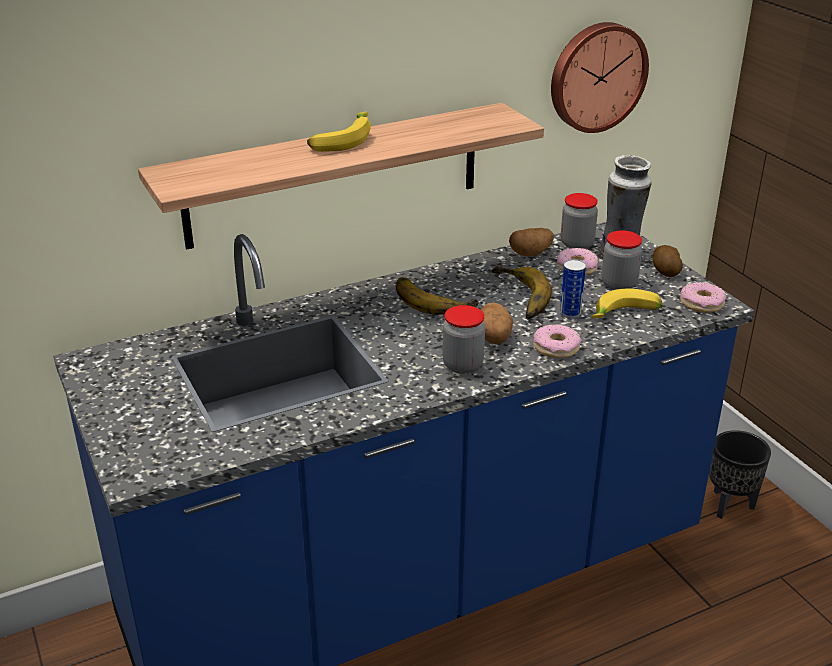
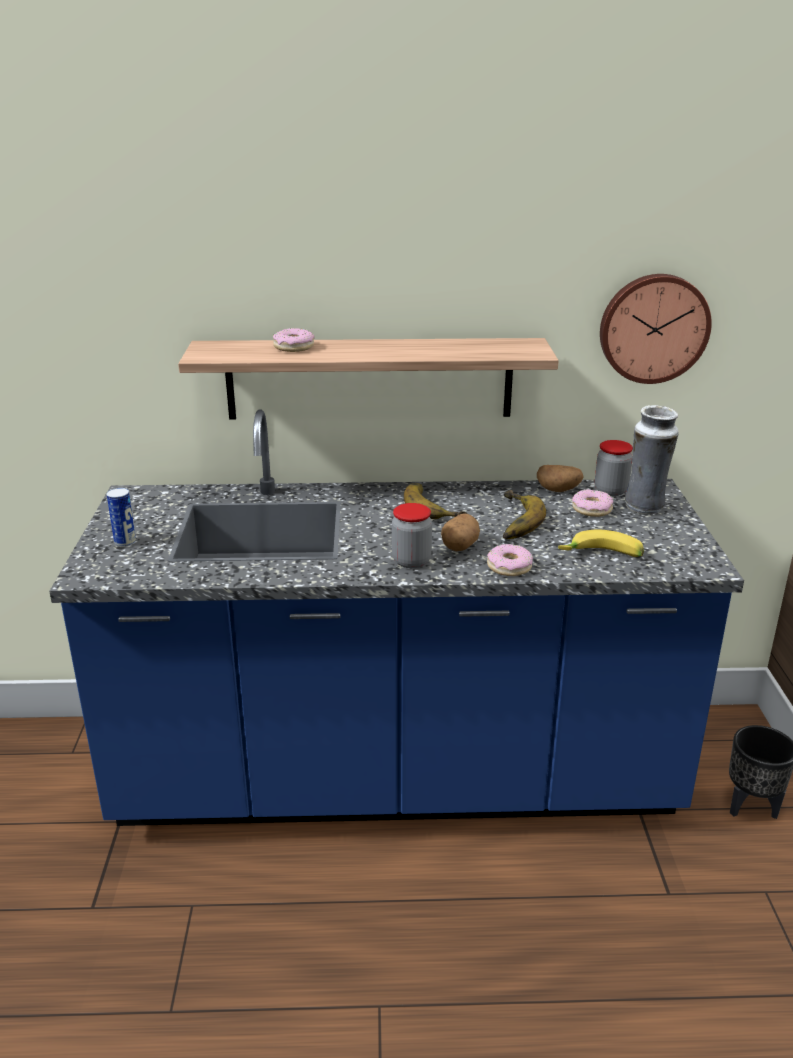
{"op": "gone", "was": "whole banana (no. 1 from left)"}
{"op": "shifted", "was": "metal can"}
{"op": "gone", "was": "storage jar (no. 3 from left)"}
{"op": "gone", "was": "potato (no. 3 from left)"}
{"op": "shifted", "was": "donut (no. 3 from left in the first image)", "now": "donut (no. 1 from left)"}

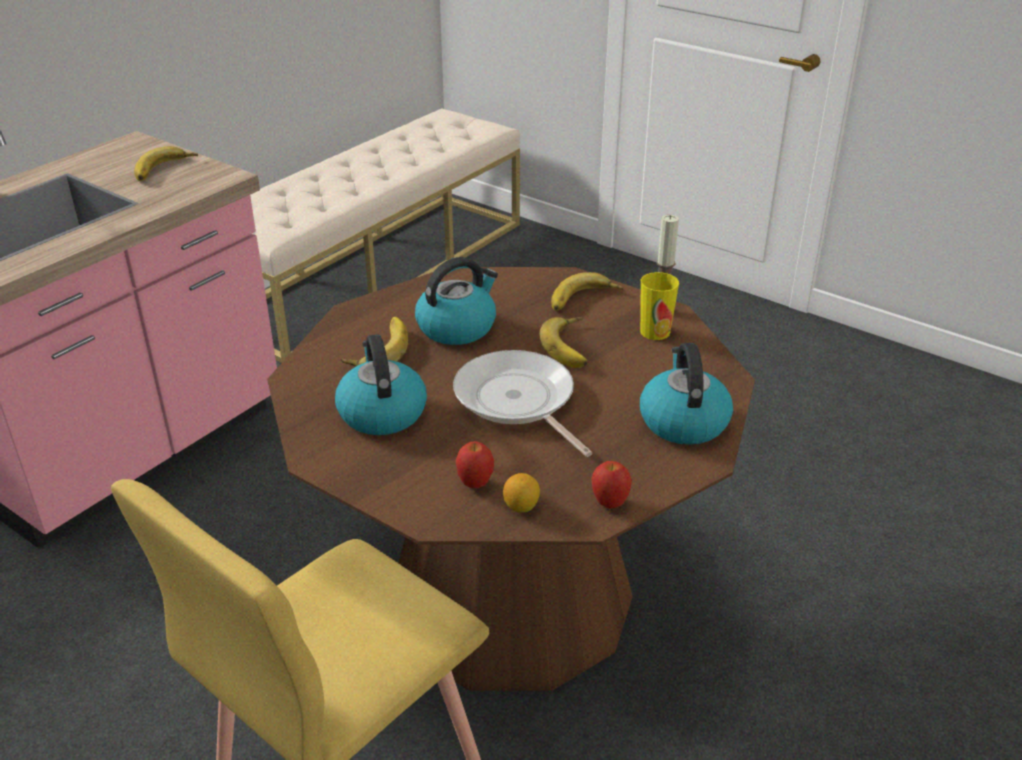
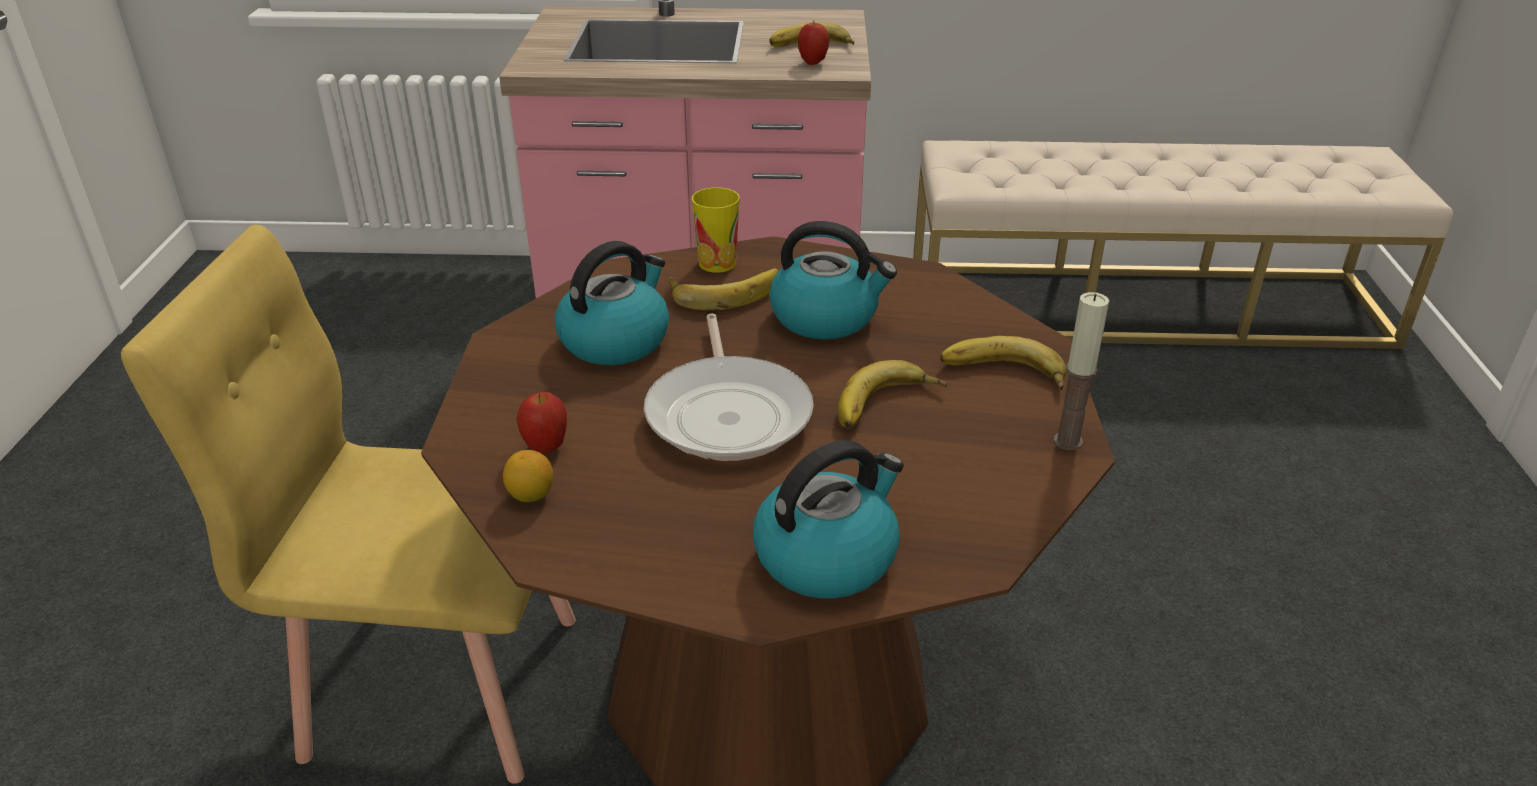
{"op": "rotated", "was": "skillet", "clockwise": 150}
{"op": "shifted", "was": "apple fruit (no. 2 from left)"}
{"op": "shifted", "was": "drinking cup"}

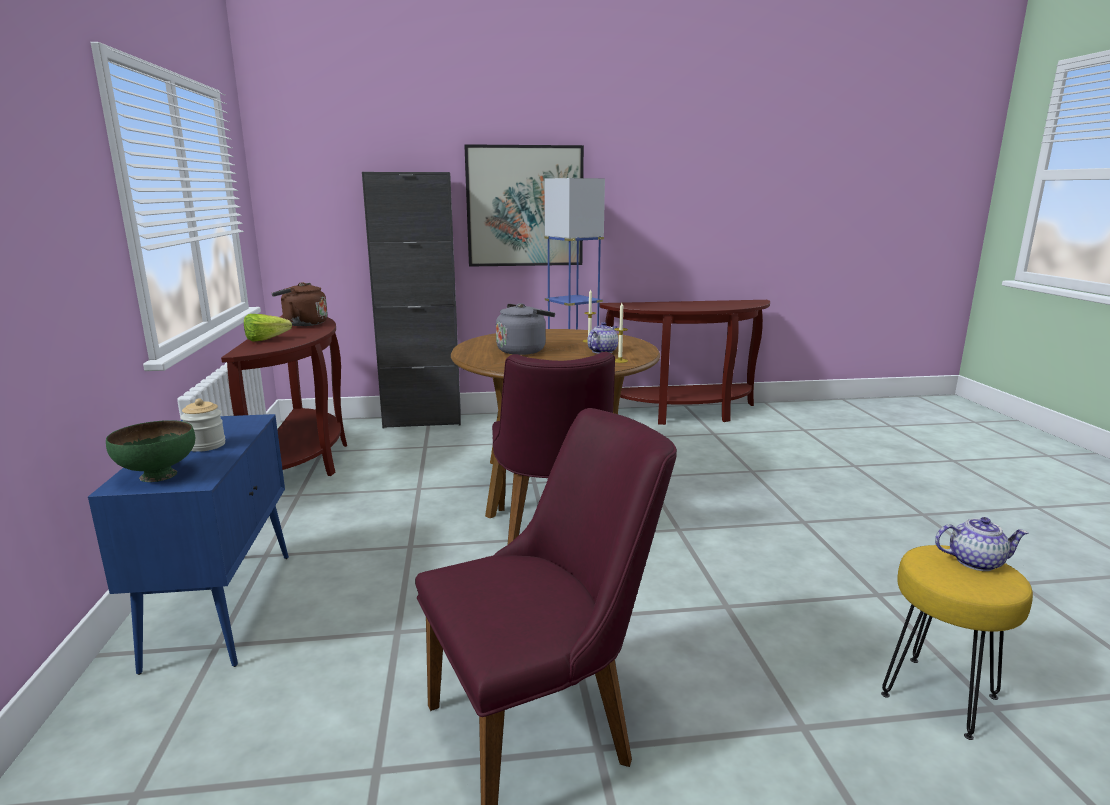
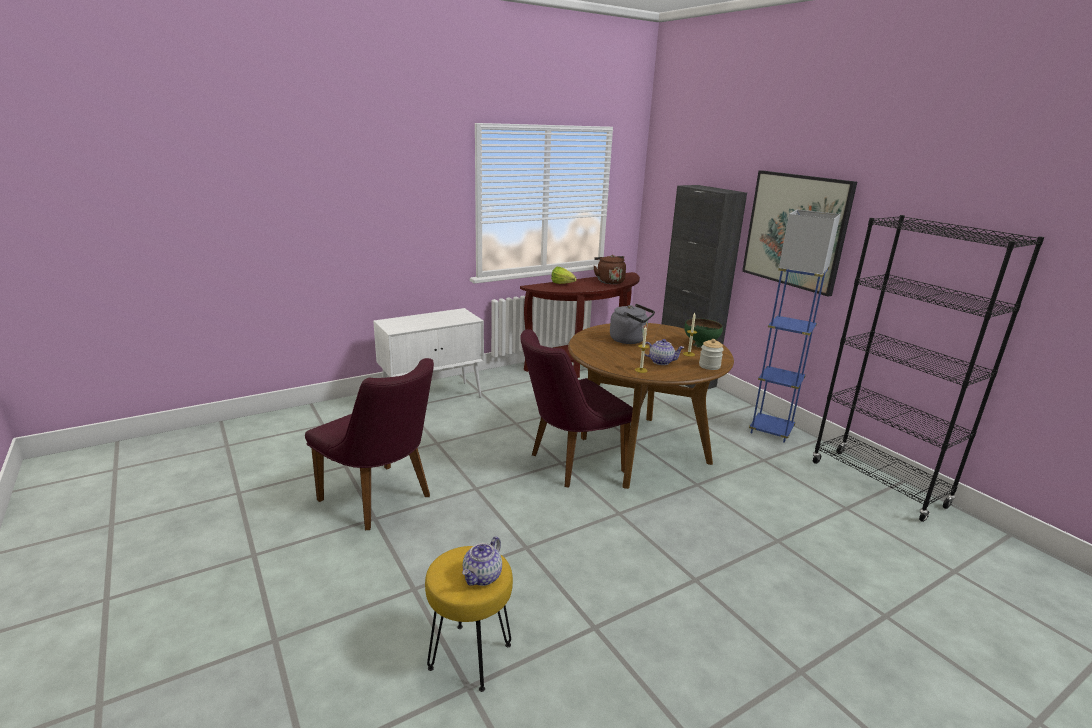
{"op": "repainted", "was": "storage cabinet (blue)", "now": "storage cabinet (white-coloured)"}
{"op": "shifted", "was": "serving bowl (green)"}
{"op": "shifted", "was": "storage jar"}
{"op": "swapped", "was": "hall table (brown-coloured) (no. 2 from left)", "now": "bookshelf (blackish)"}
{"op": "rotated", "was": "teapot (no. 2 from left in the first image)", "clockwise": 45}

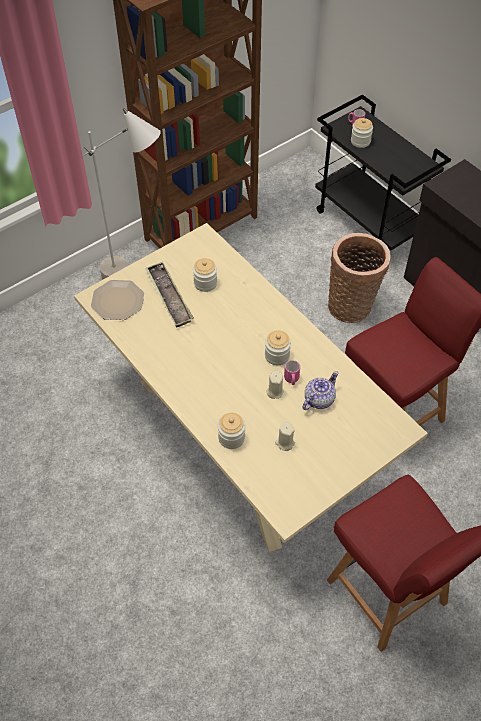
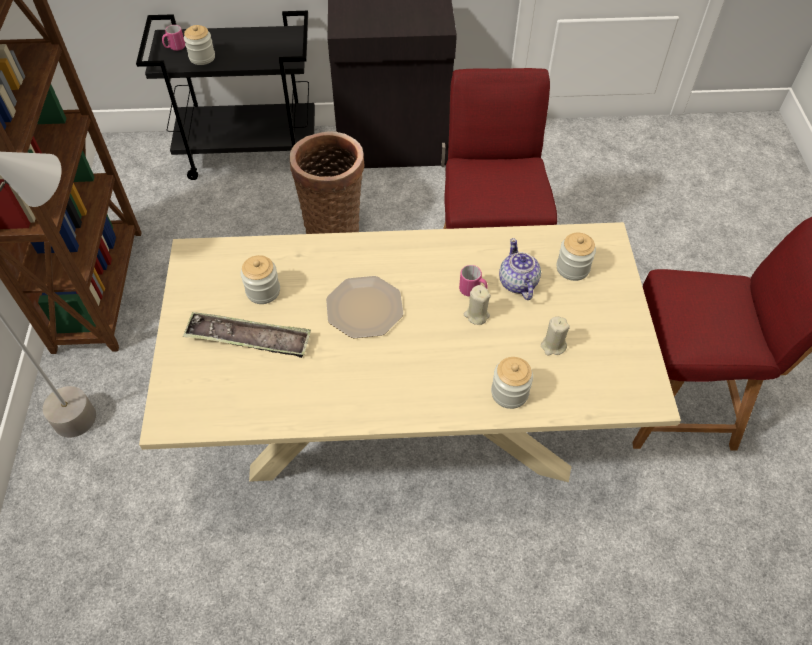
{"op": "shifted", "was": "flat dish"}
{"op": "shifted", "was": "storage jar (no. 3 from left in the first image)", "now": "storage jar (no. 4 from left)"}

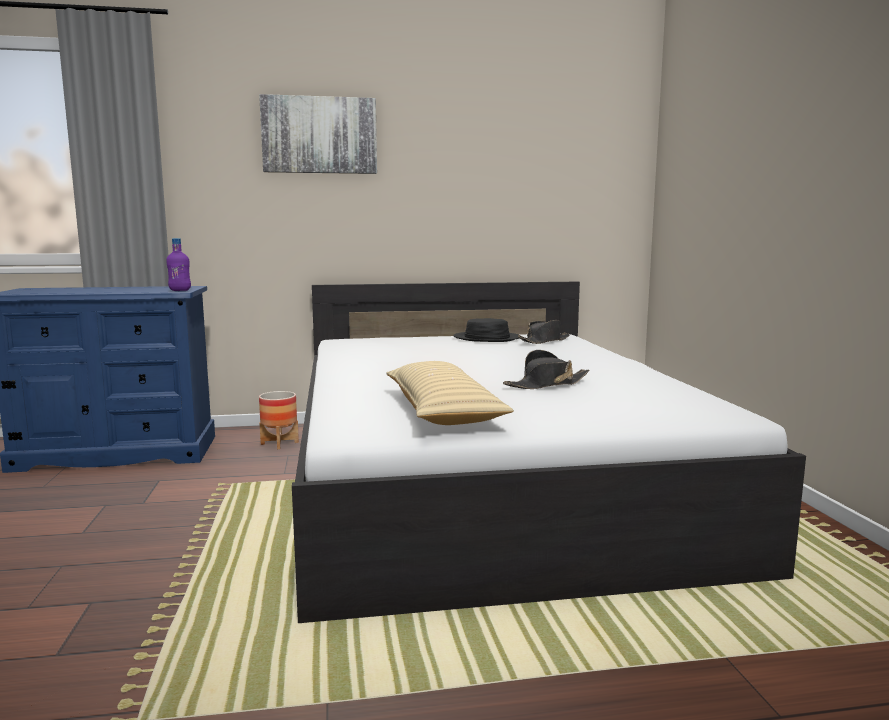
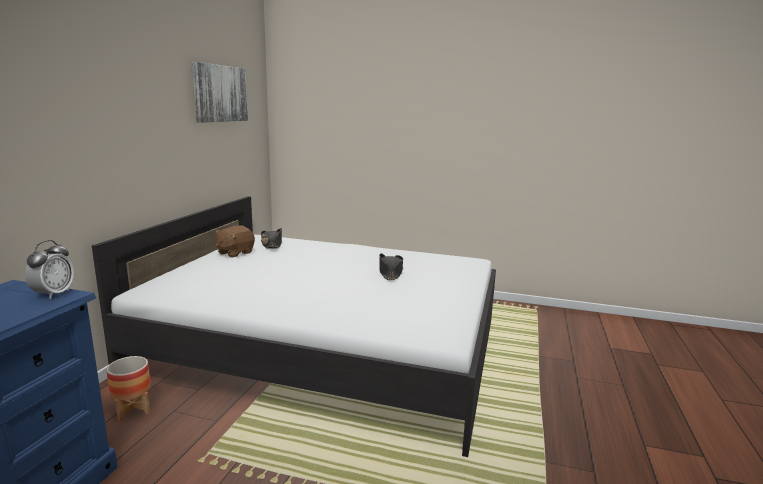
{"op": "swapped", "was": "drink bottle (purplish)", "now": "bedside clock"}
{"op": "shifted", "was": "wall art"}
{"op": "gone", "was": "pillow (beige)"}
{"op": "swapped", "was": "wearable hat (blackish) (no. 1 from left)", "now": "soft toy (brown-coloured)"}

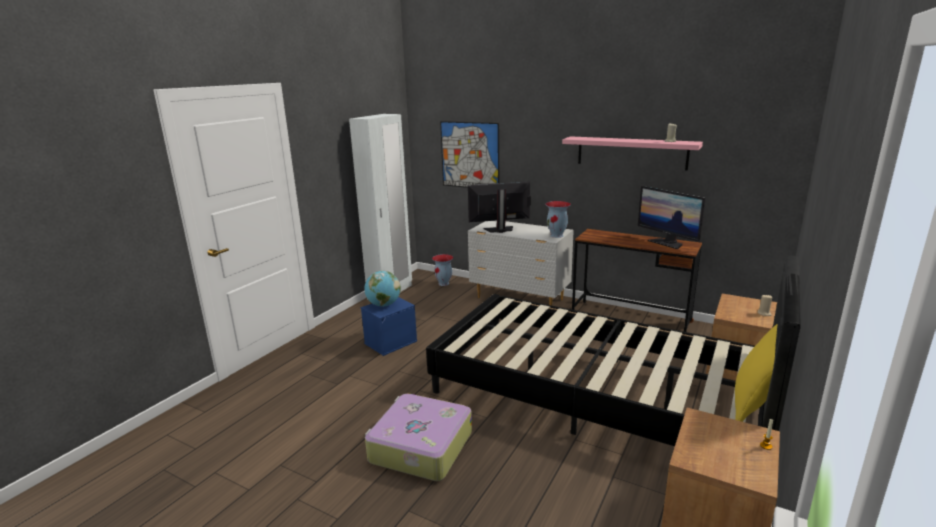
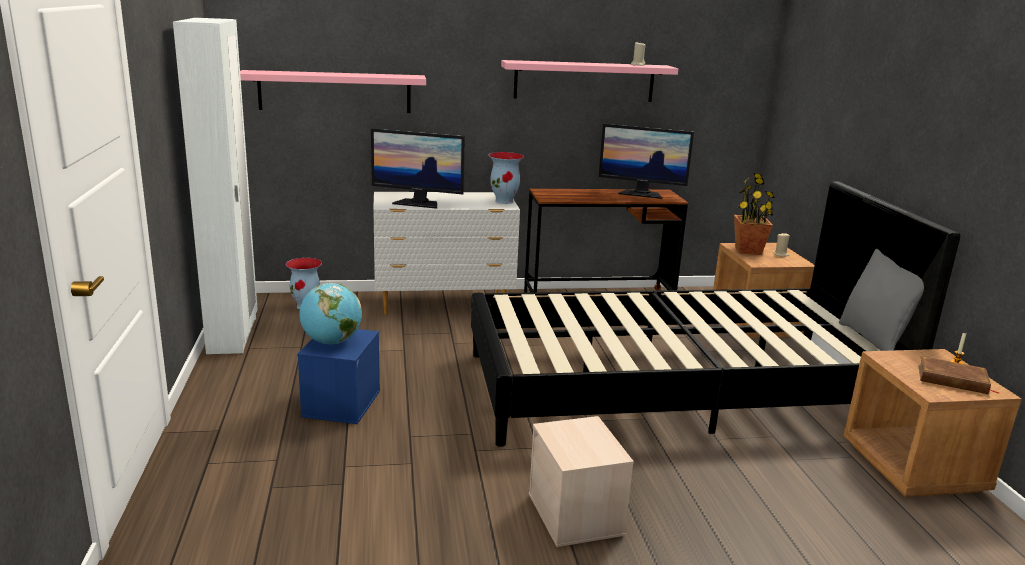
{"op": "swapped", "was": "suitcase", "now": "storage box (beige)"}
{"op": "swapped", "was": "wall art", "now": "wall shelf (pink-coloured) (no. 1 from left)"}
{"op": "rotated", "was": "computer screen (no. 1 from left)", "clockwise": -120}
{"op": "repainted", "was": "pillow (yellow)", "now": "pillow (greyish)"}
{"op": "new", "now": "houseplant"}
{"op": "new", "now": "bound book (brown-coloured)"}

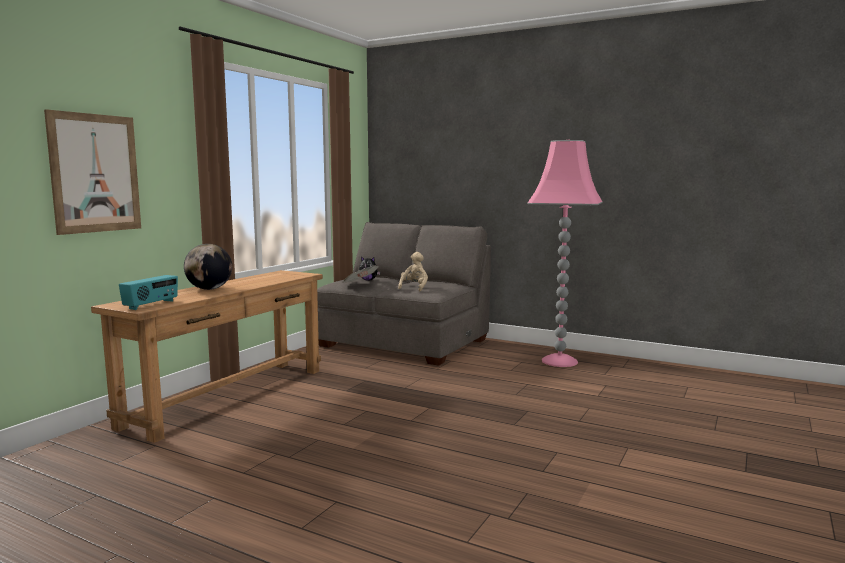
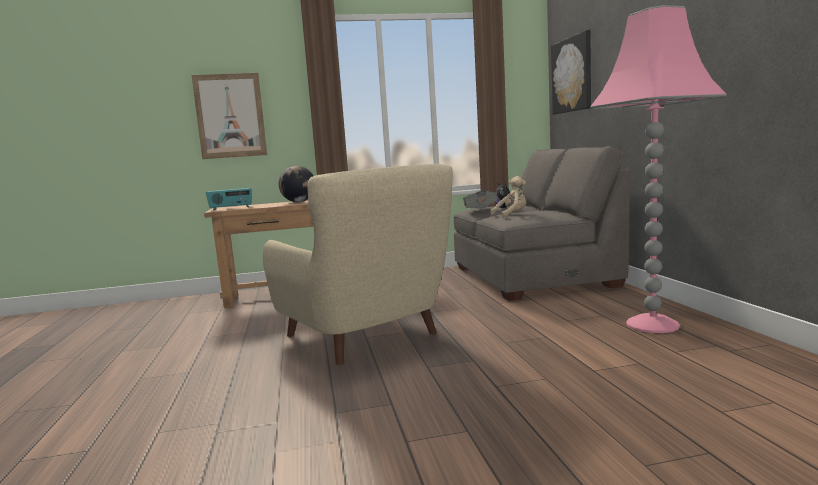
{"op": "new", "now": "armchair (beige)"}
{"op": "new", "now": "wall art (no. 2 from left)"}

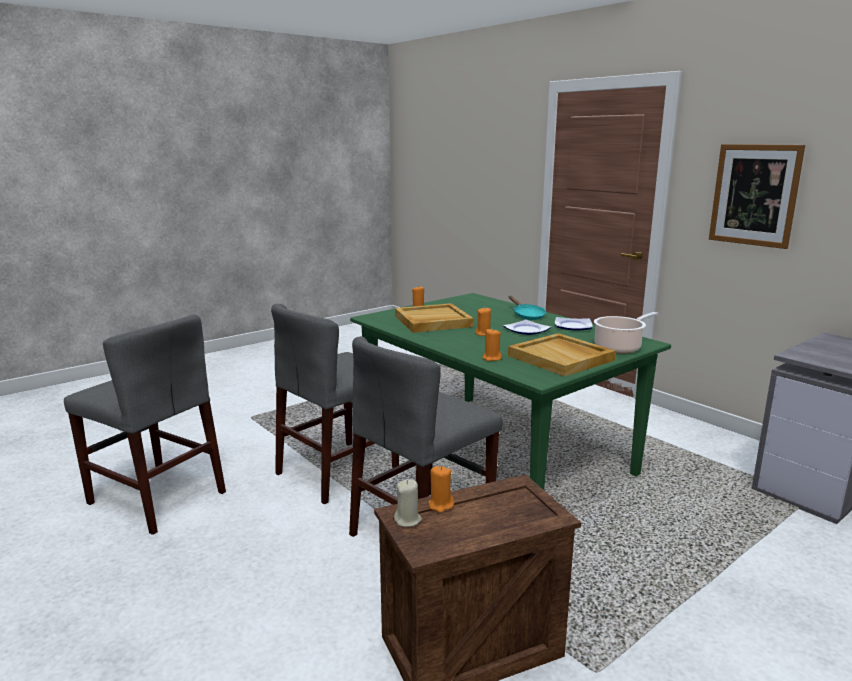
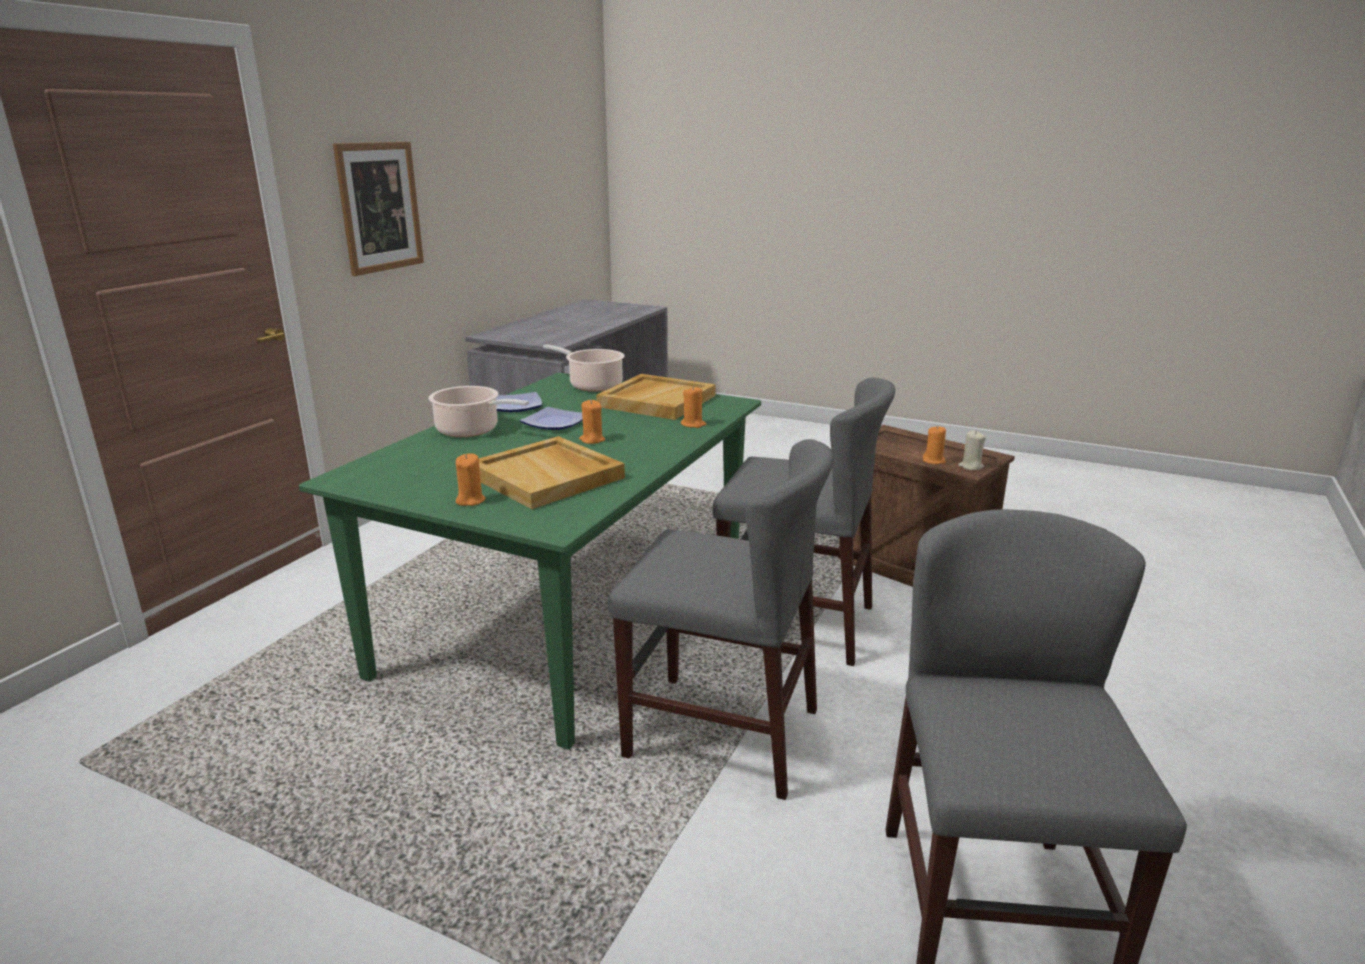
{"op": "swapped", "was": "skillet (blue-green)", "now": "saucepot (no. 1 from left)"}

